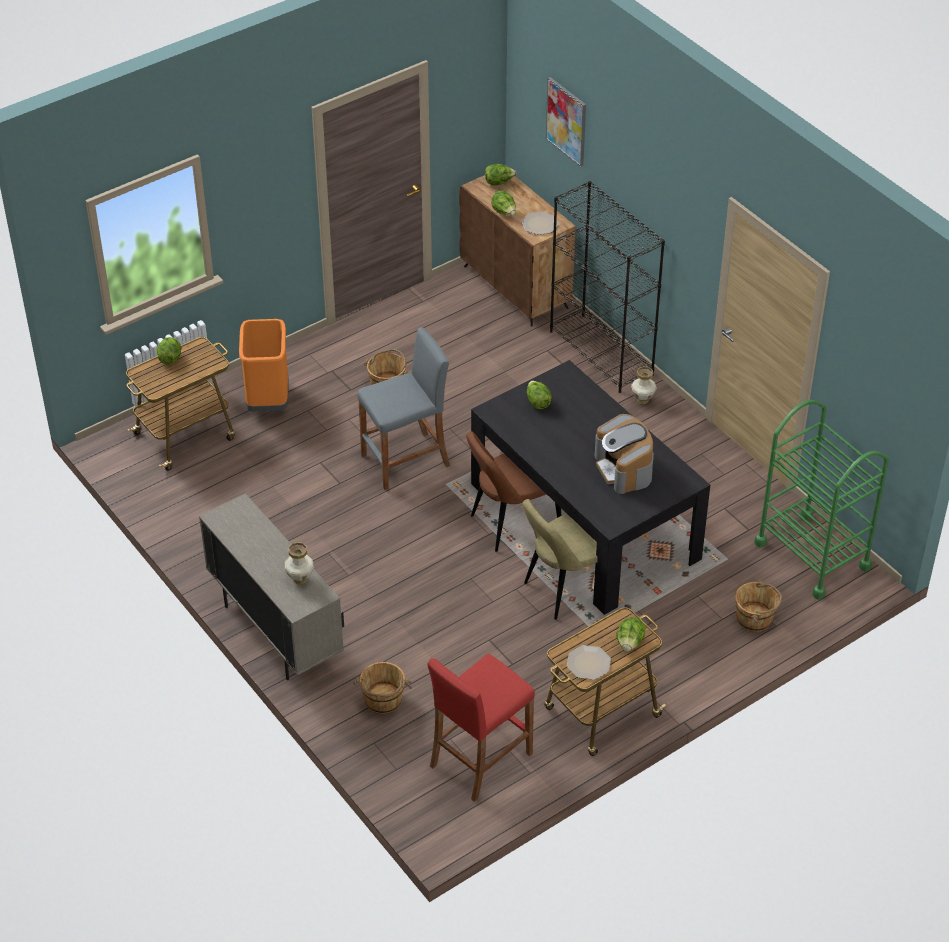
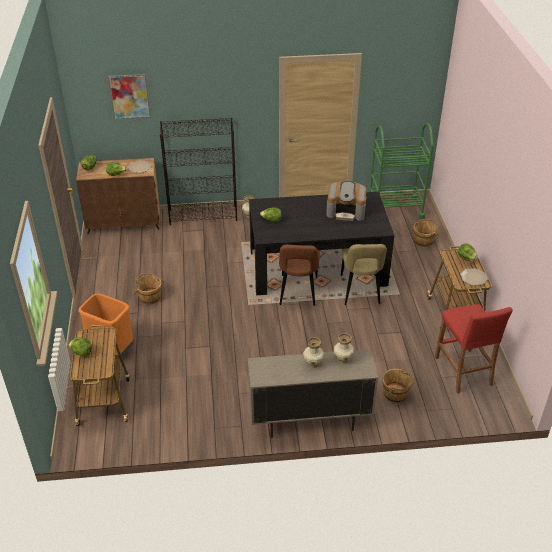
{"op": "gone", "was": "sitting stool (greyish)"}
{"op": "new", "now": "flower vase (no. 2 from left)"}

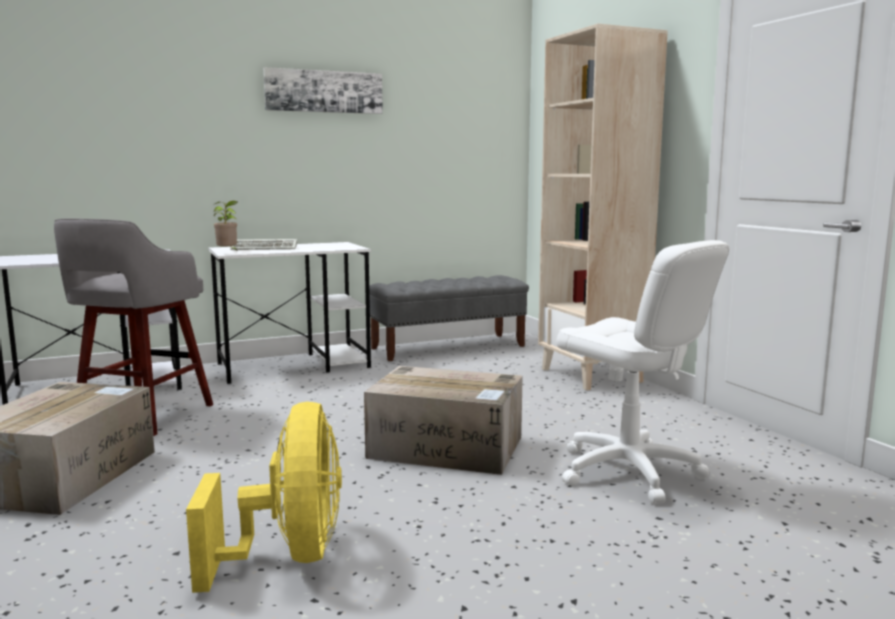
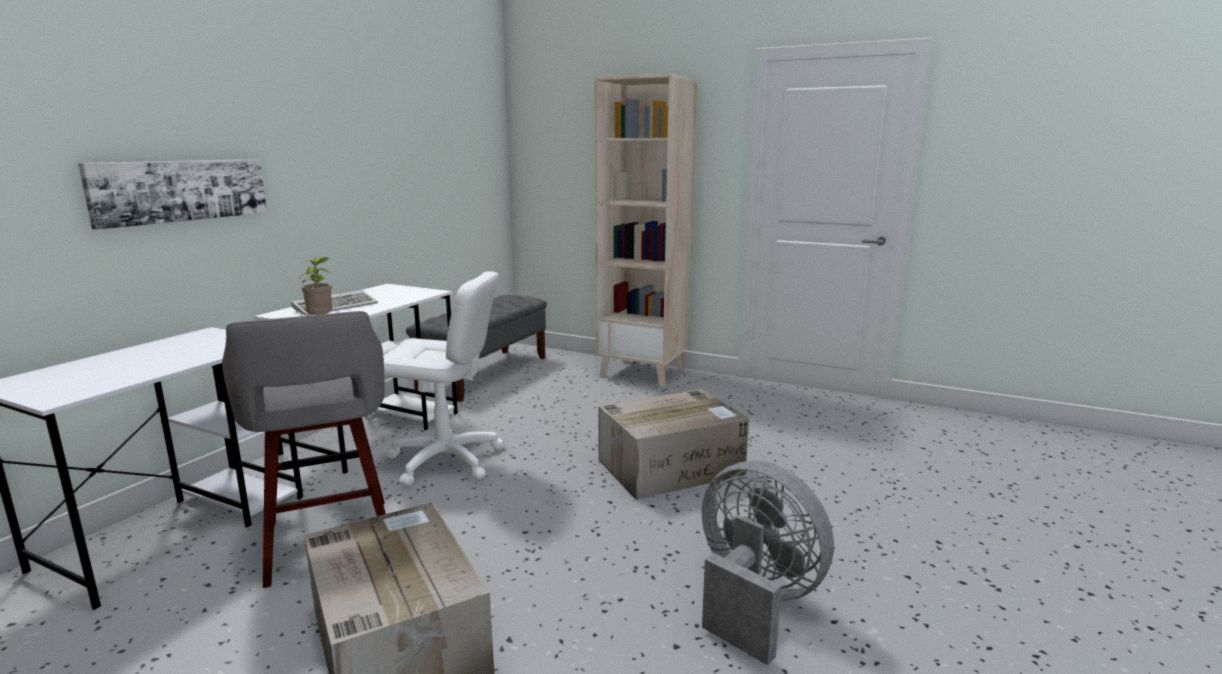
{"op": "repainted", "was": "cooling fan (yellow)", "now": "cooling fan (greyish)"}
{"op": "shifted", "was": "wall art"}
{"op": "shifted", "was": "desk chair (white-coloured)"}

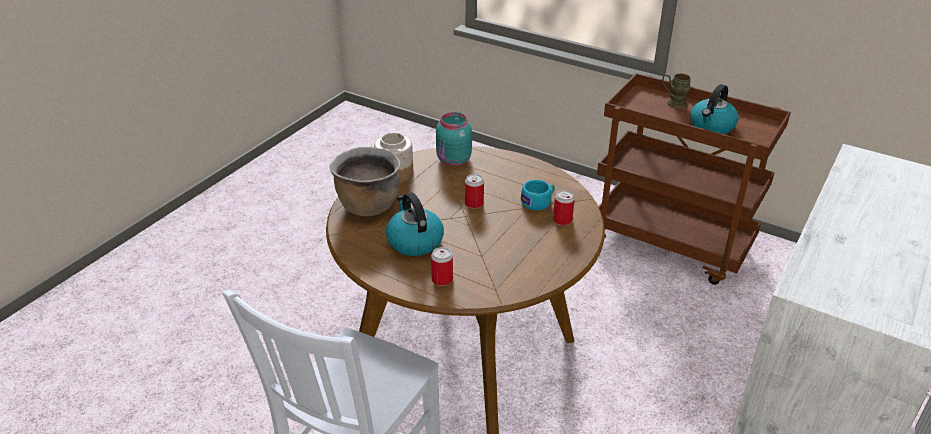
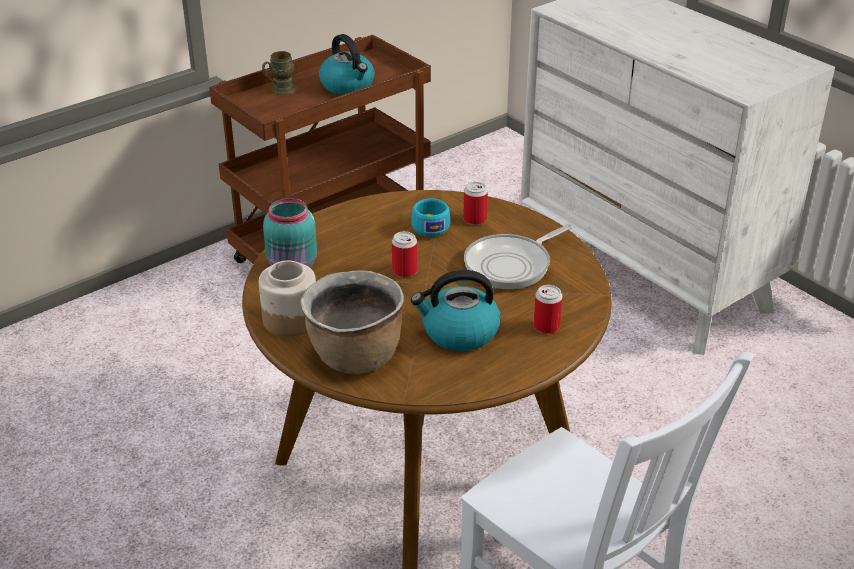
{"op": "new", "now": "skillet"}

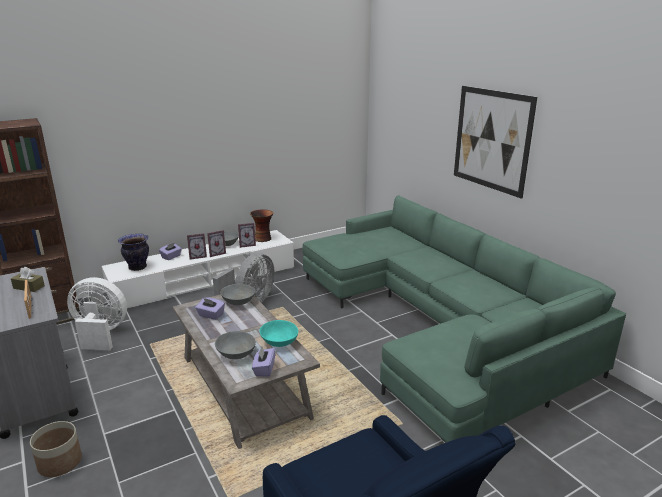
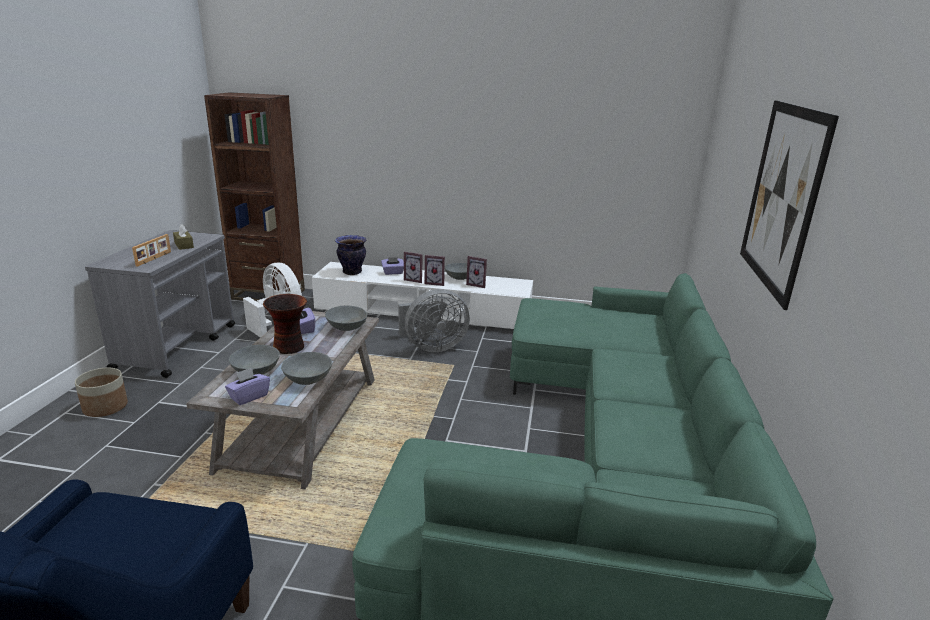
{"op": "shifted", "was": "flower vase (no. 2 from left in the first image)", "now": "flower vase (no. 1 from left)"}
{"op": "repainted", "was": "serving bowl (blue-green)", "now": "serving bowl (greyish) (no. 2 from left)"}

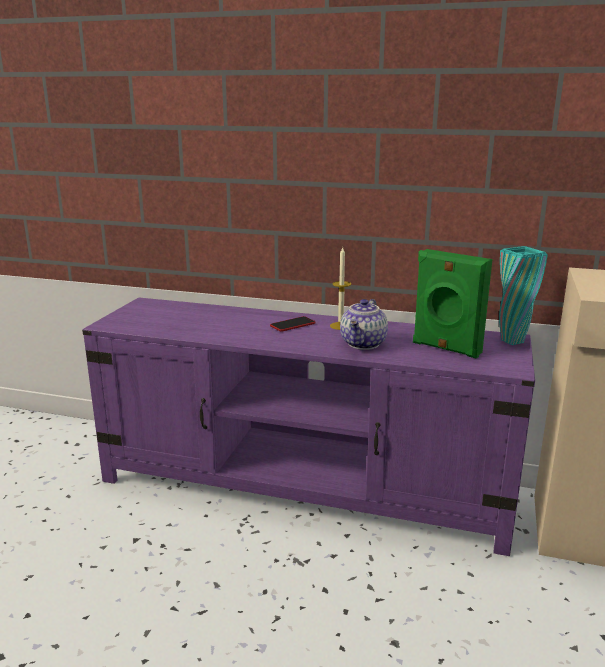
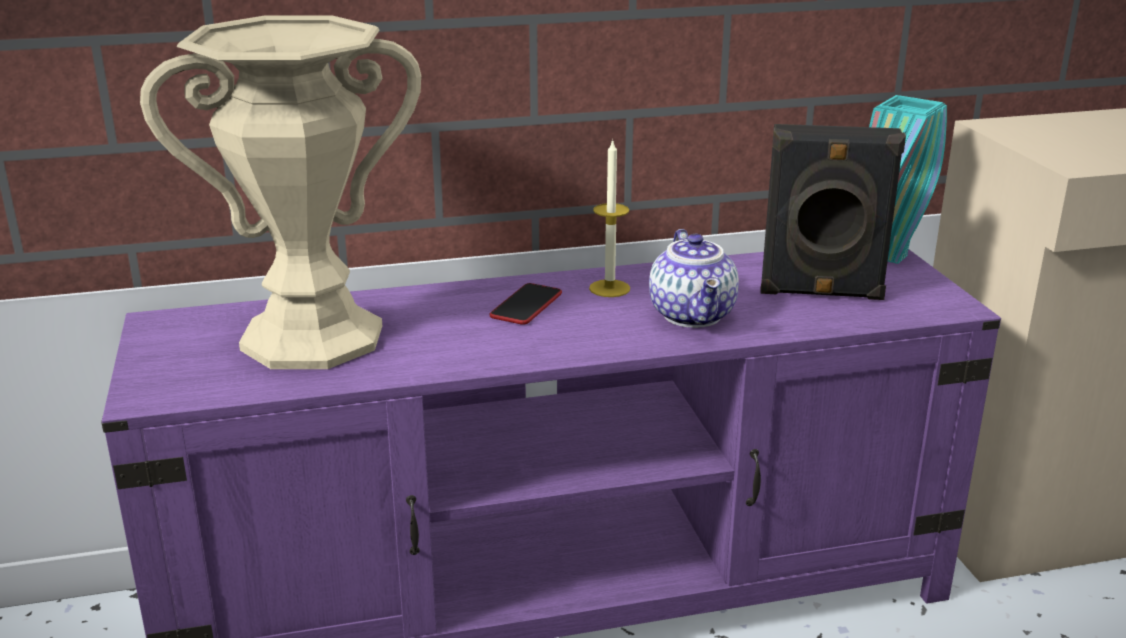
{"op": "repainted", "was": "speaker (green)", "now": "speaker (blackish)"}
{"op": "new", "now": "flower vase (beige)"}

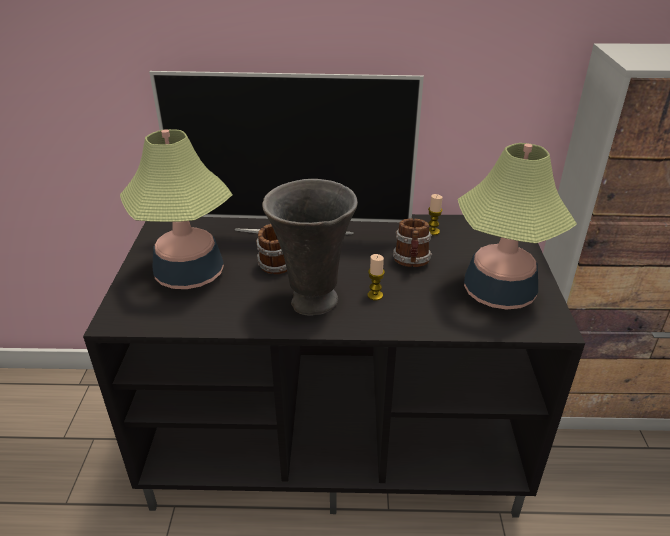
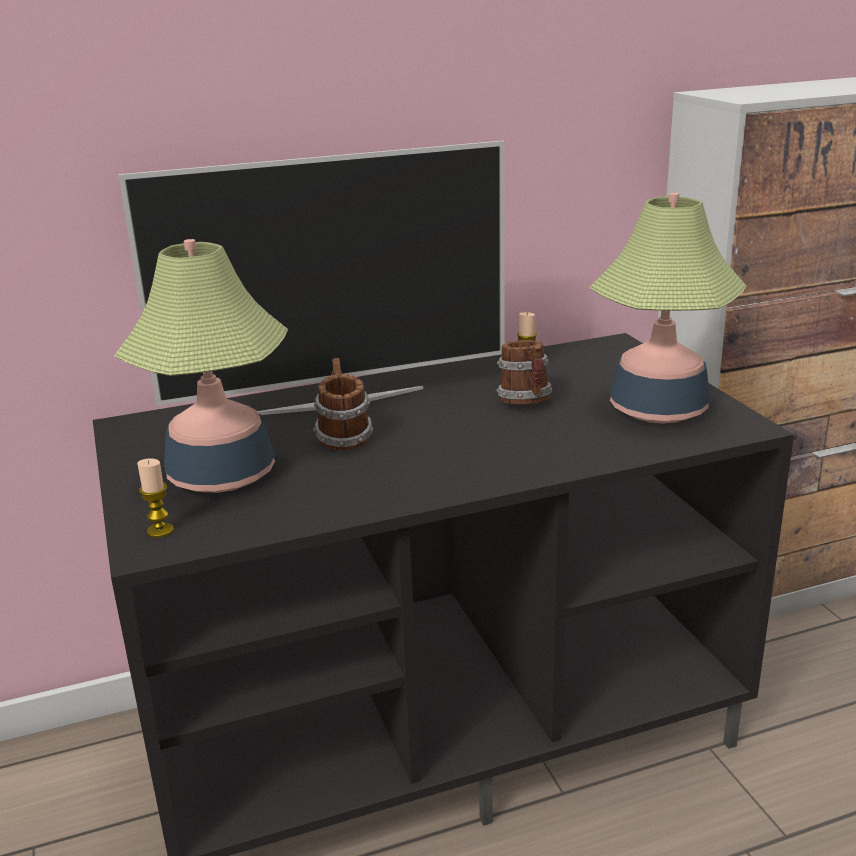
{"op": "gone", "was": "flower vase (greyish)"}
{"op": "shifted", "was": "candle (no. 1 from left)"}

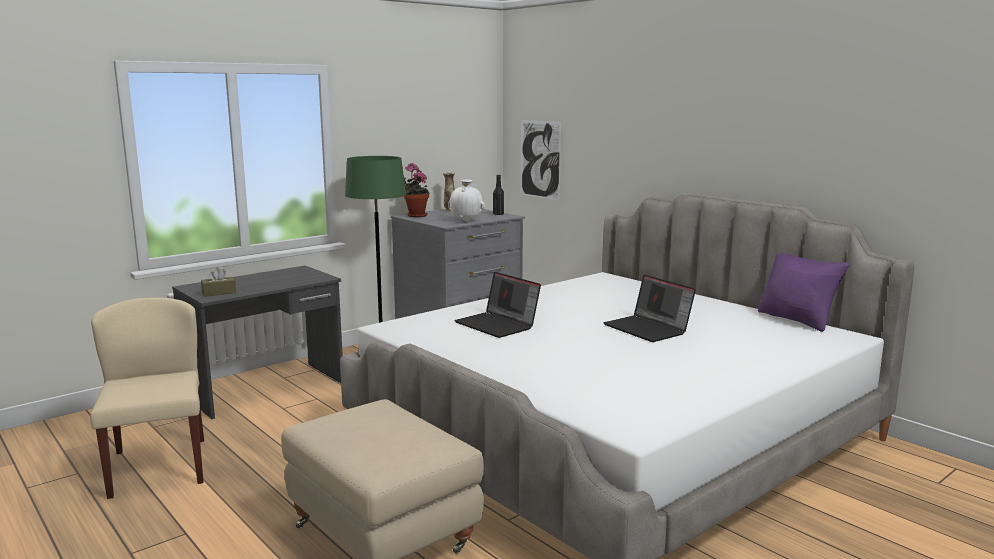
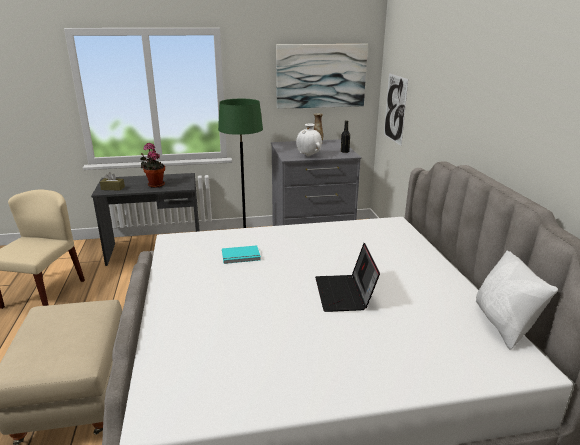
{"op": "shifted", "was": "houseplant"}
{"op": "swapped", "was": "laptop (no. 1 from left)", "now": "bound book (blue-green)"}
{"op": "repainted", "was": "pillow (purplish)", "now": "pillow (white-coloured)"}
{"op": "new", "now": "wall art (no. 1 from left)"}

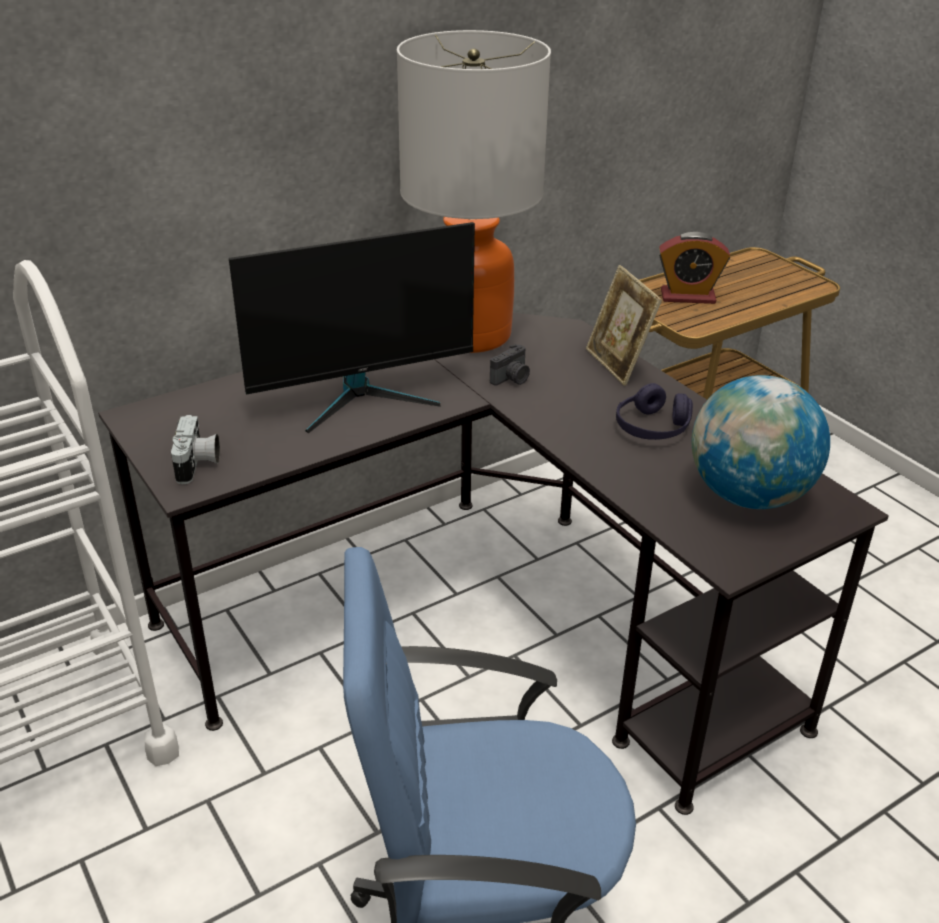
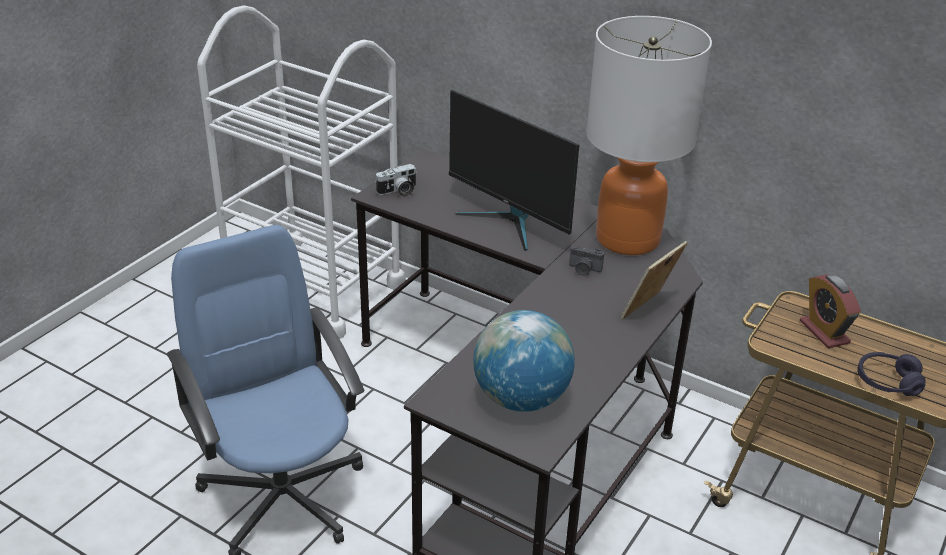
{"op": "shifted", "was": "headphones (purplish)"}

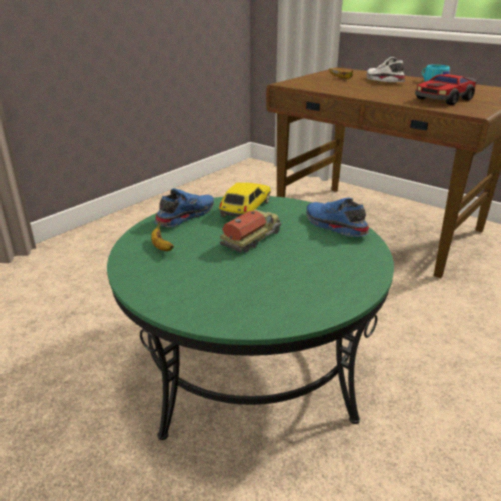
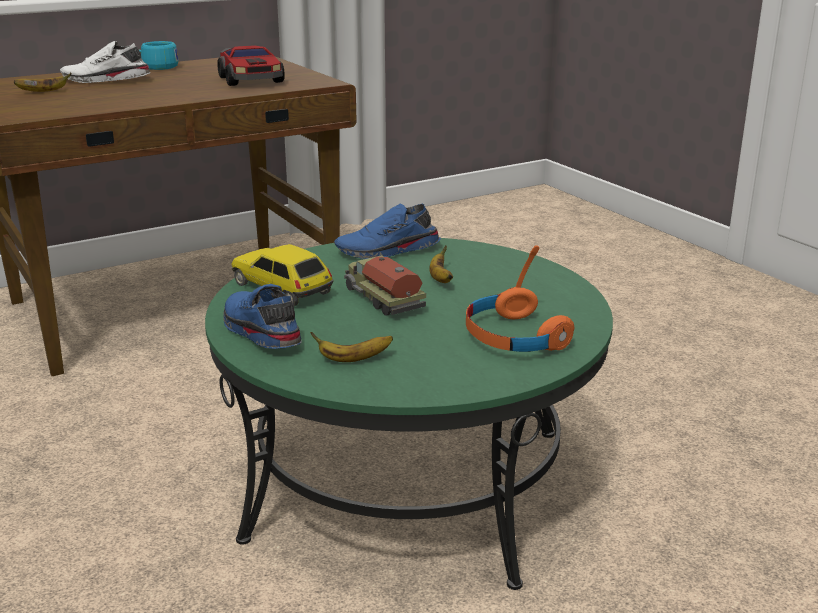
{"op": "new", "now": "whole banana (no. 3 from left)"}
{"op": "new", "now": "headphones (orange-coloured)"}

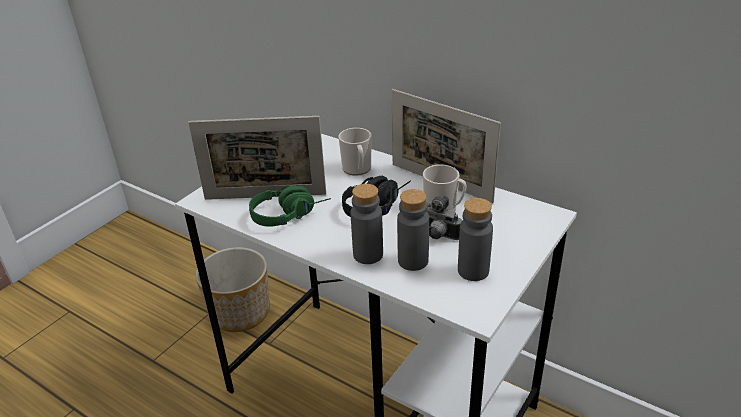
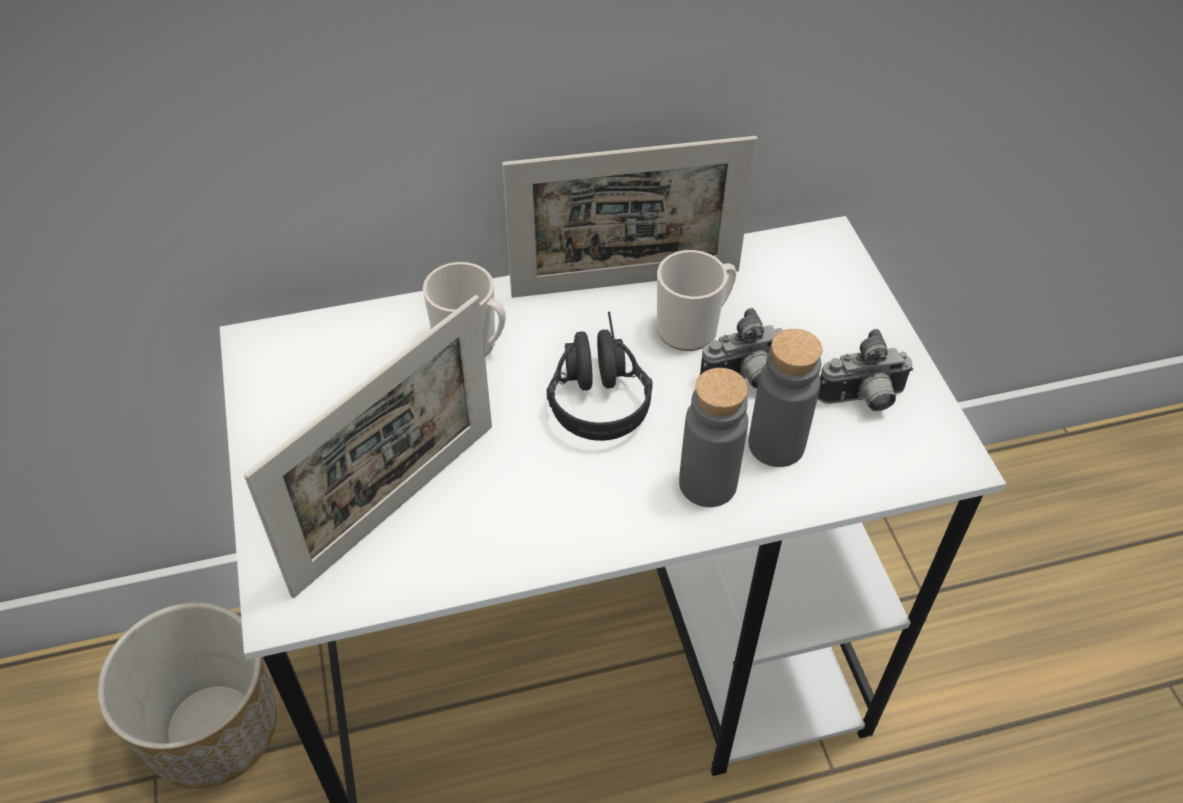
{"op": "gone", "was": "headphones (green)"}
{"op": "swapped", "was": "drink bottle (greyish) (no. 3 from left)", "now": "photo camera (no. 2 from left)"}

